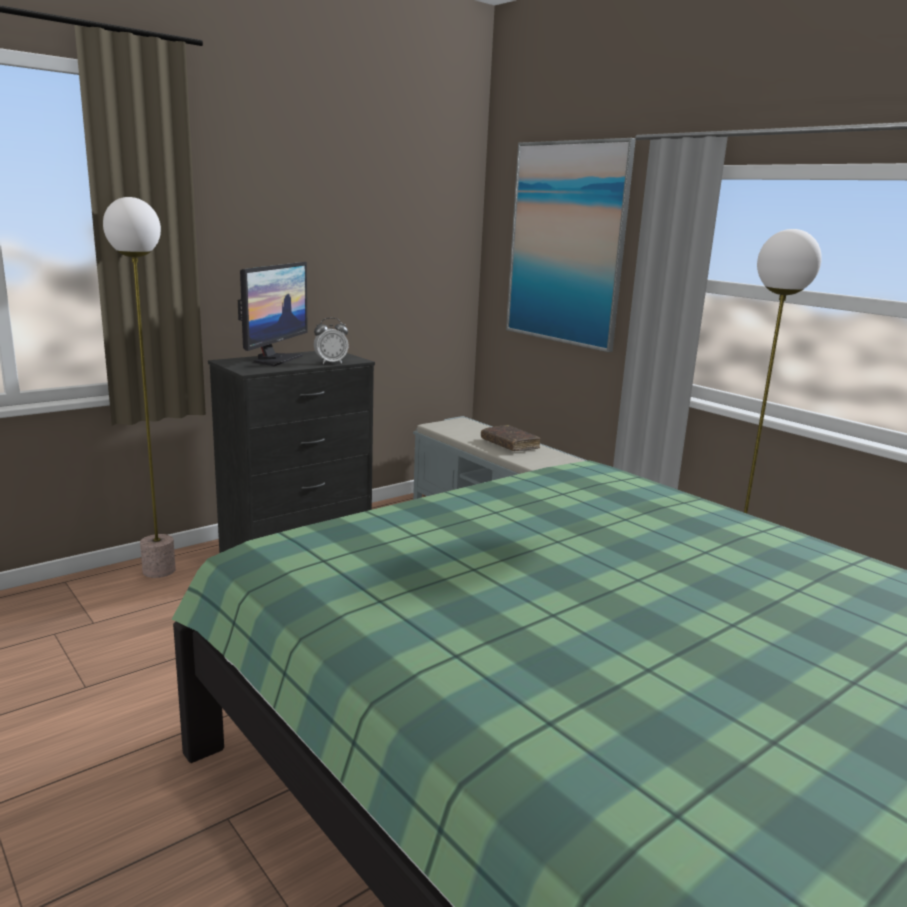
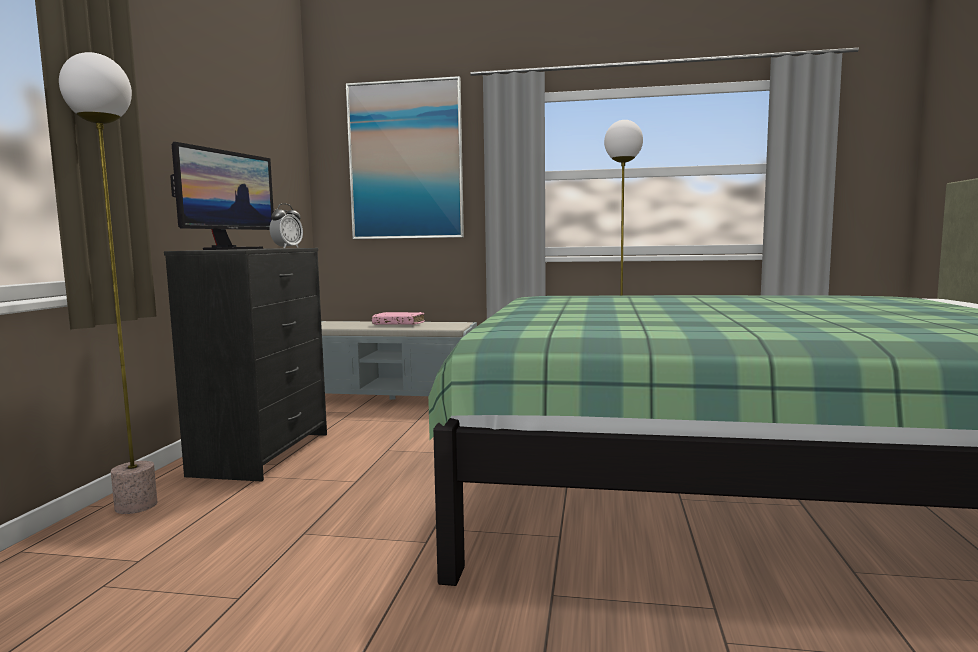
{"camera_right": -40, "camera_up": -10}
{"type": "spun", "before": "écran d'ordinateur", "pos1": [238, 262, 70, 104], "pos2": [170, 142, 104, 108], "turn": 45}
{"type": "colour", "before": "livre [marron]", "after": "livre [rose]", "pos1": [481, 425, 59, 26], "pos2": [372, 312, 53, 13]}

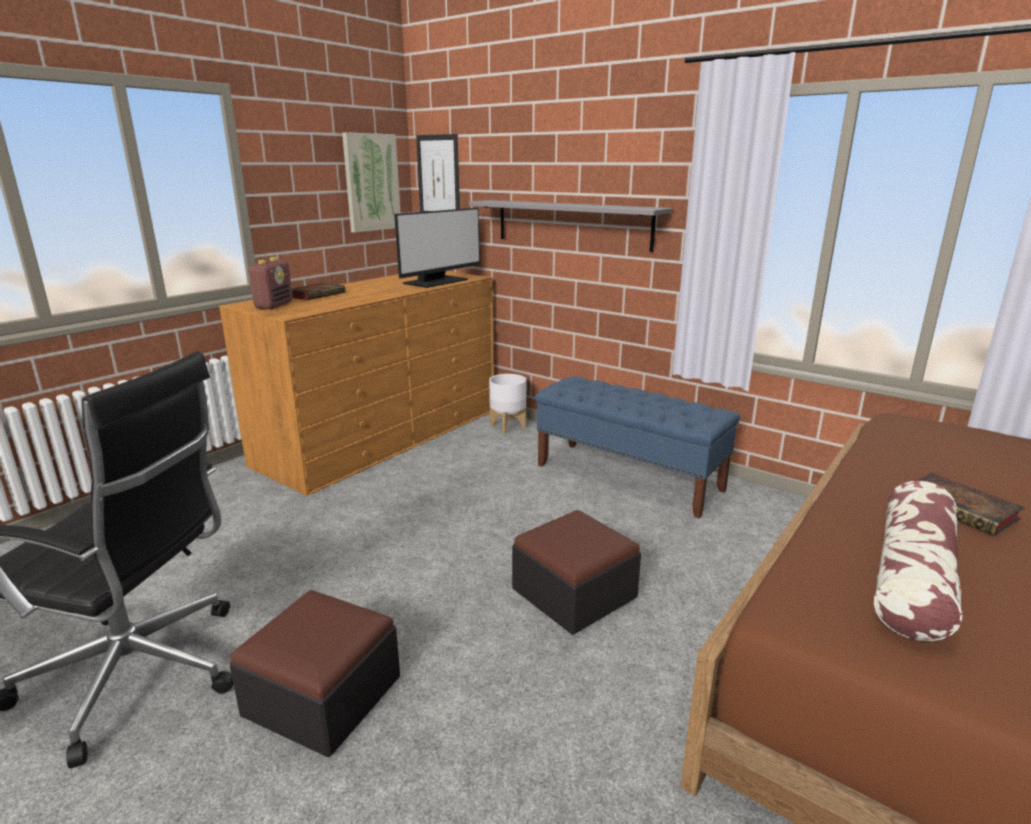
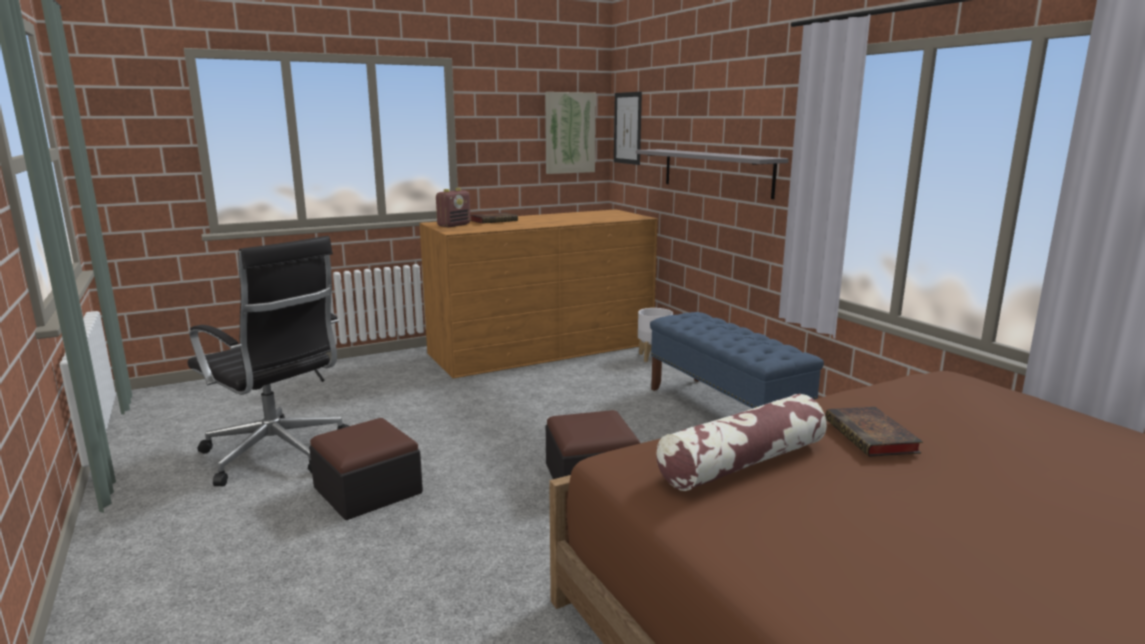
{"camera_right": 25, "camera_up": -5}
{"type": "missing", "before": "écran d'ordinateur", "pos1": [394, 208, 86, 80]}

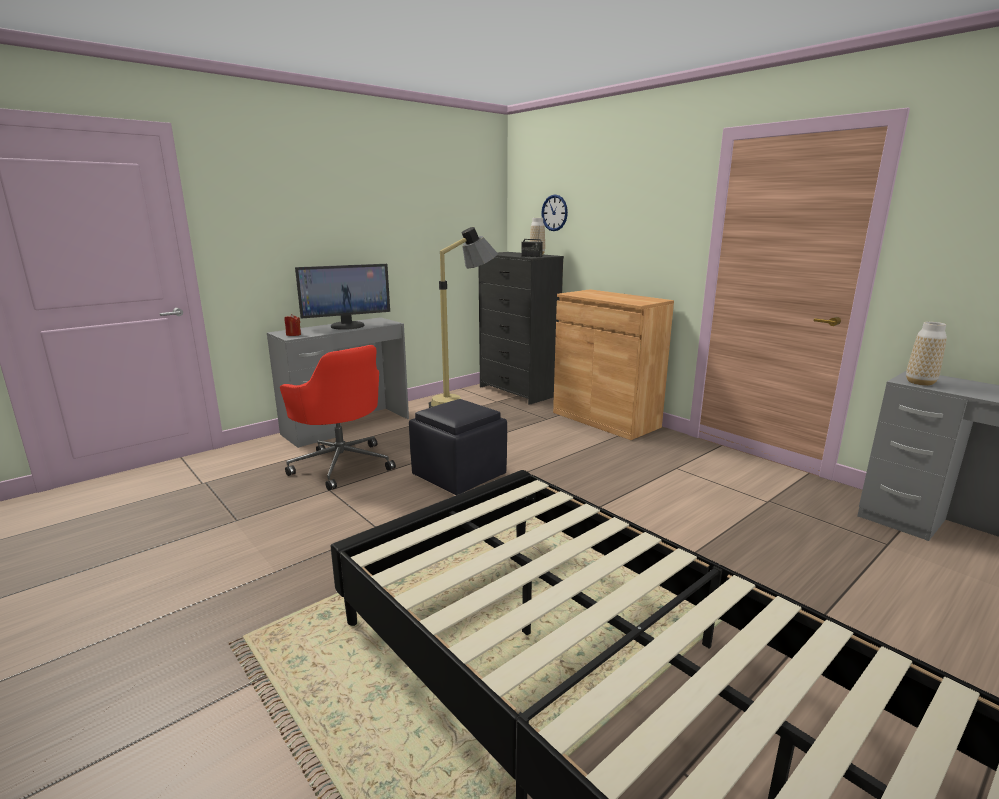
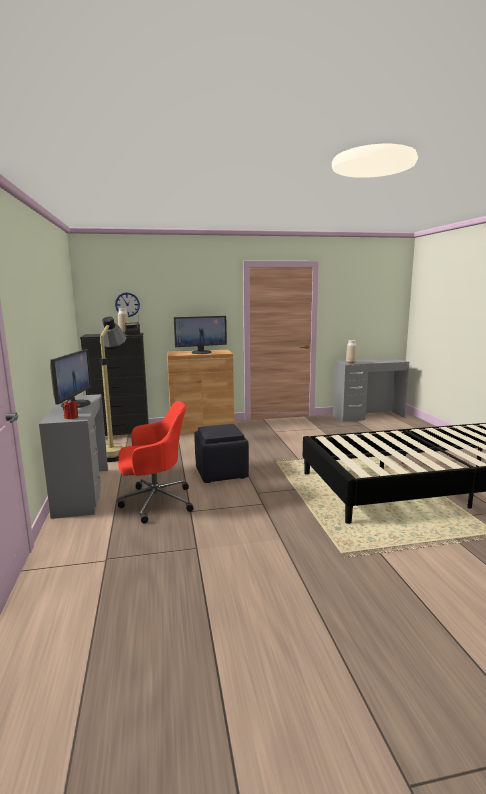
{"camera_right": -60, "camera_up": -5}
{"type": "appeared", "after": "écran d'ordinateur", "pos2": [174, 316, 53, 38]}

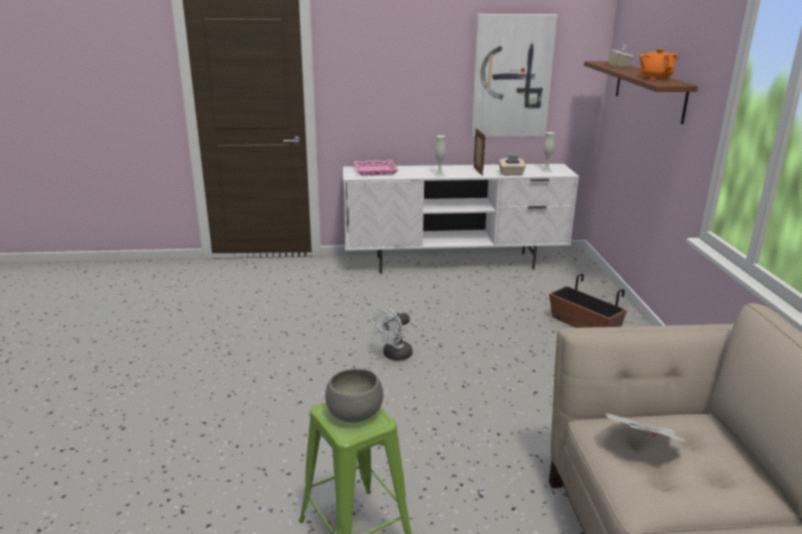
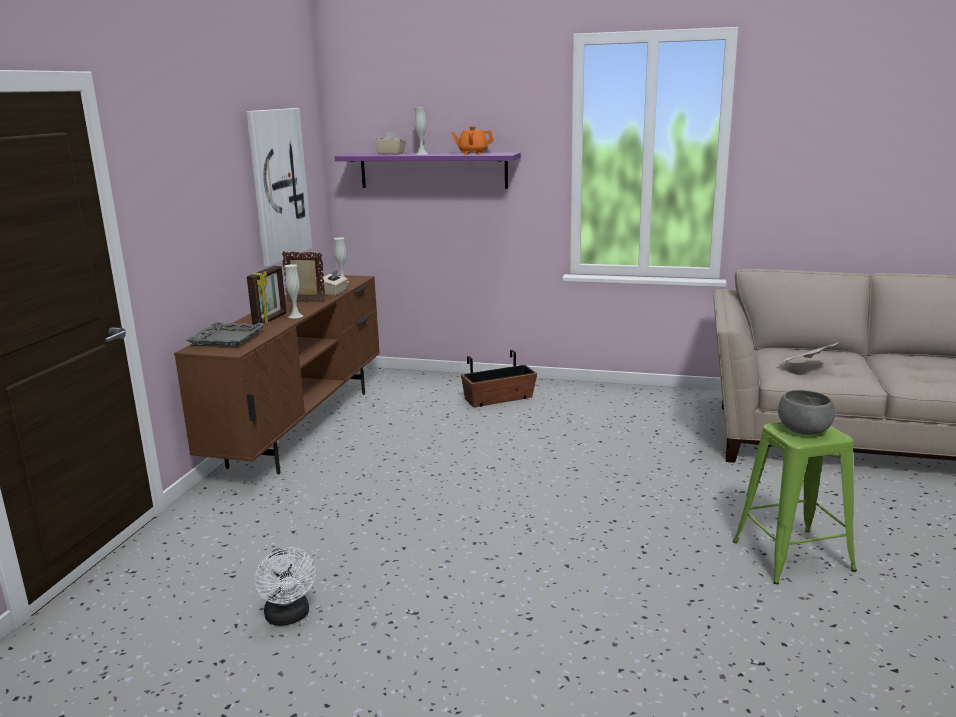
{"camera_right": -70, "camera_up": -5}
{"type": "colour", "before": "étagère [marron]", "after": "étagère [violet]", "pos1": [584, 61, 114, 63], "pos2": [334, 152, 187, 37]}
{"type": "colour", "before": "plateau [rose]", "after": "plateau [gris]", "pos1": [353, 160, 45, 16], "pos2": [186, 322, 79, 25]}
{"type": "colour", "before": "meuble télé [blanc]", "after": "meuble télé [marron]", "pos1": [343, 164, 236, 110], "pos2": [174, 275, 206, 200]}
{"type": "relocated", "before": "ventilateur [blanc]", "pos1": [373, 307, 40, 54], "pos2": [255, 547, 61, 79]}
{"type": "appeared", "after": "vase [blanc]", "pos2": [414, 107, 14, 48]}
{"type": "appeared", "after": "cadre photo", "pos2": [247, 266, 39, 59]}

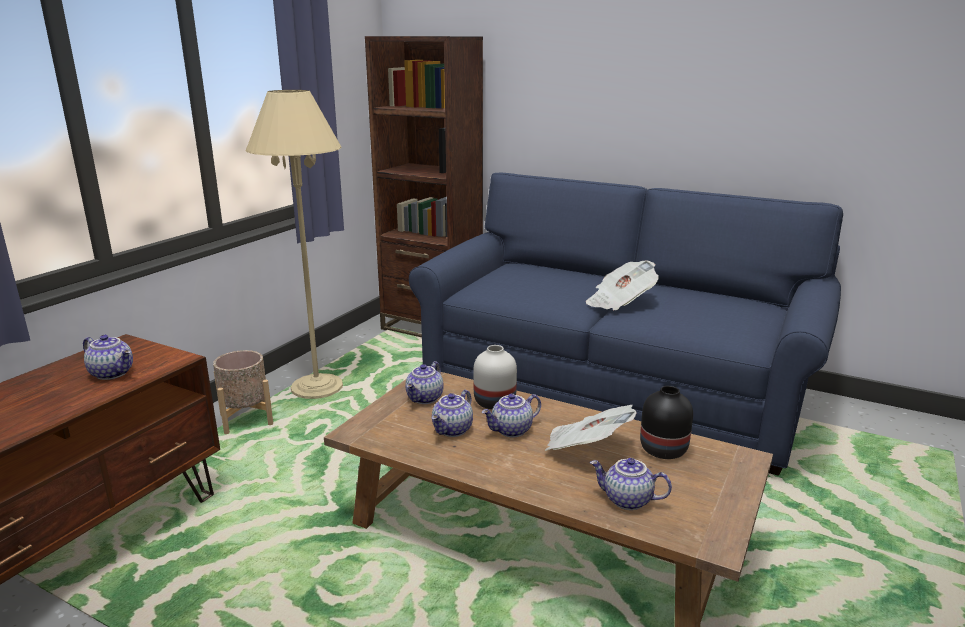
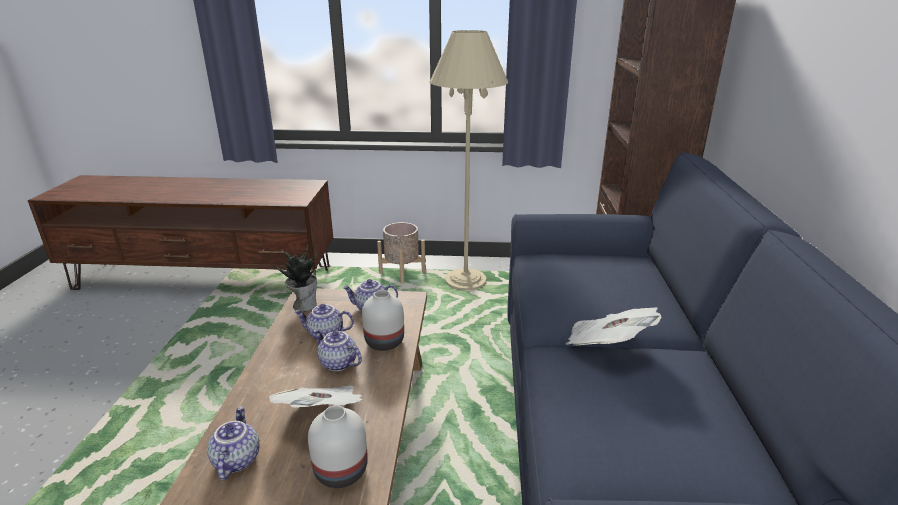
{"camera_right": 65, "camera_up": 5}
{"type": "missing", "before": "théière", "pos1": [83, 335, 50, 45]}
{"type": "colour", "before": "vase [noir]", "after": "vase [blanc]", "pos1": [640, 386, 53, 73], "pos2": [308, 405, 60, 83]}
{"type": "appeared", "after": "plante en pot", "pos2": [272, 244, 45, 67]}

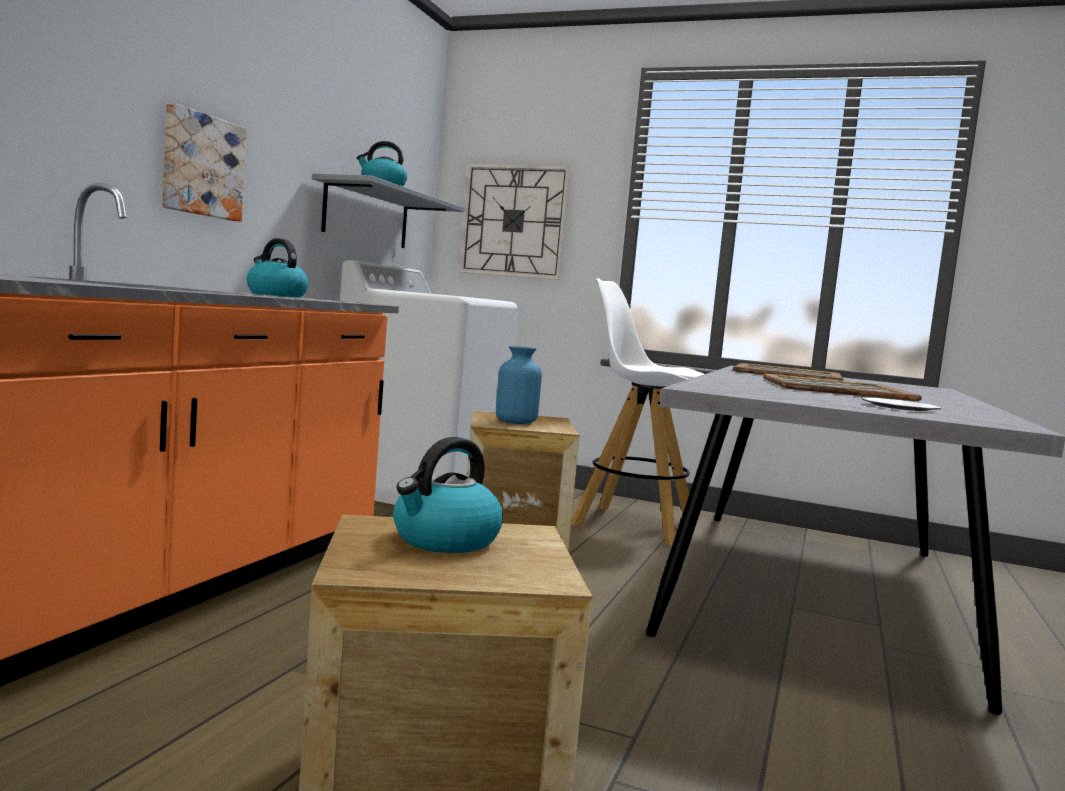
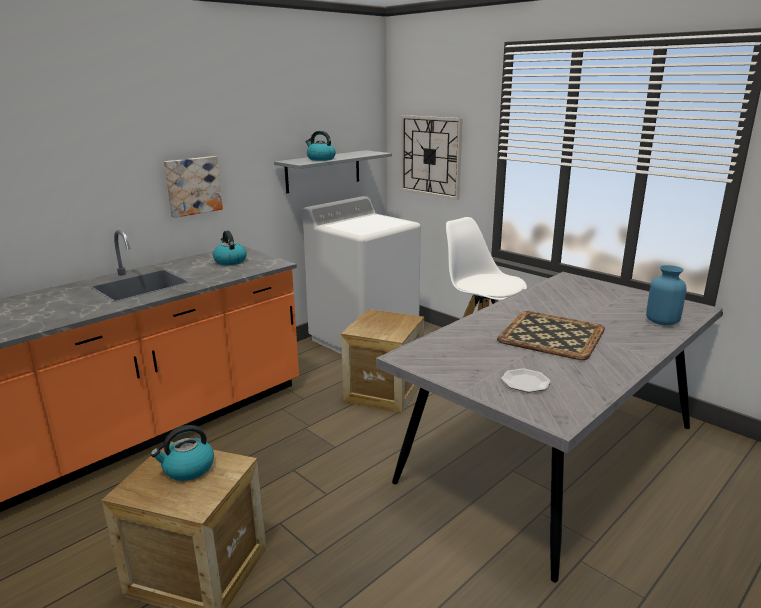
{"camera_right": 25, "camera_up": 15}
{"type": "relocated", "before": "vase [bleu]", "pos1": [496, 346, 46, 78], "pos2": [646, 265, 41, 60]}
{"type": "missing", "before": "plateau", "pos1": [733, 363, 111, 18]}

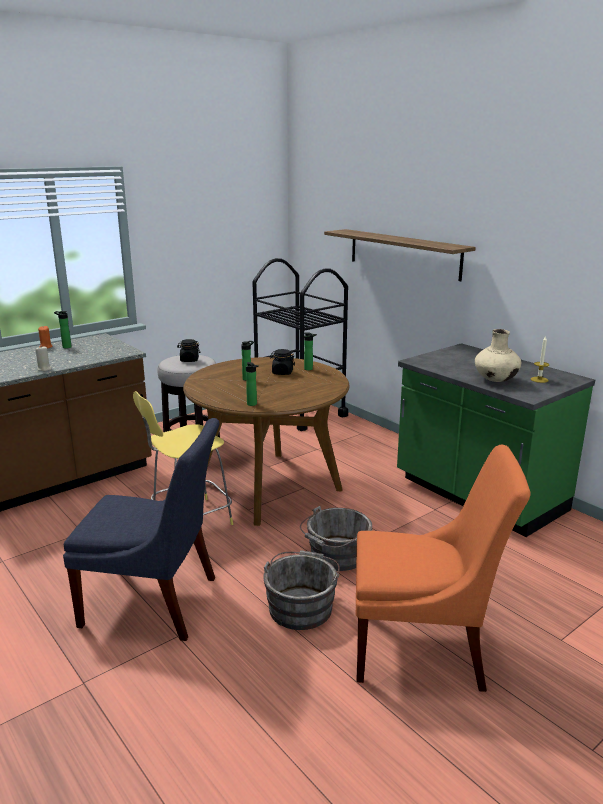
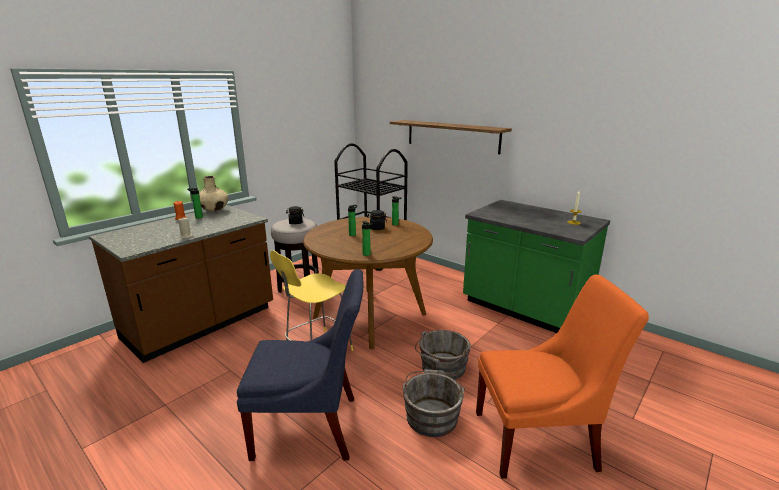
{"camera_right": -10, "camera_up": 0}
{"type": "relocated", "before": "vase [beige]", "pos1": [475, 329, 46, 53], "pos2": [199, 176, 30, 36]}

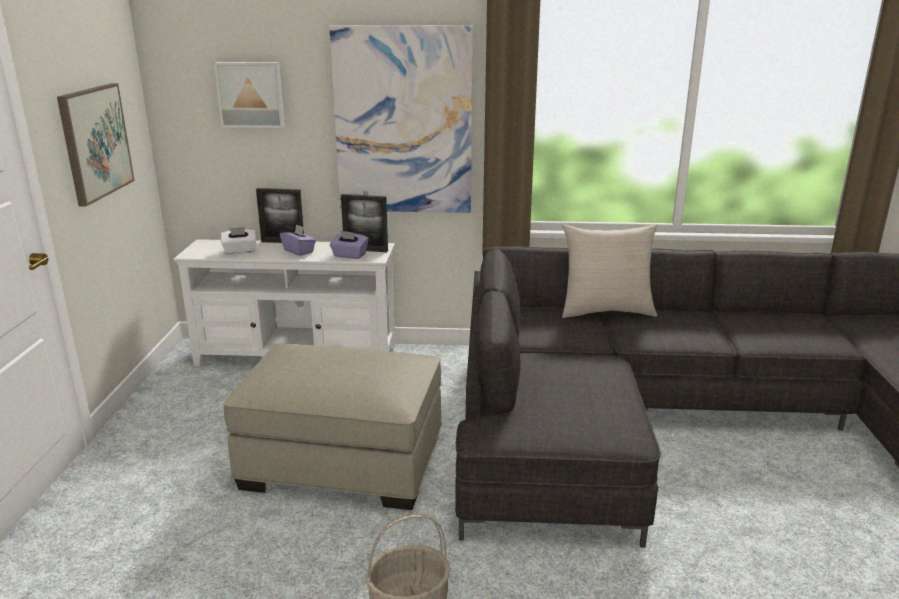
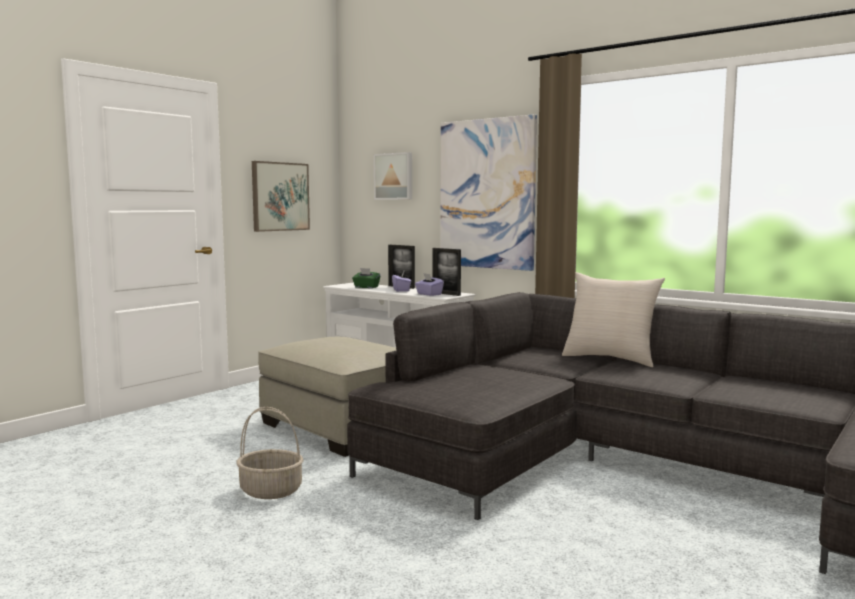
{"camera_right": 35, "camera_up": -15}
{"type": "colour", "before": "boîte à mouchoirs [blanc]", "after": "boîte à mouchoirs [vert]", "pos1": [221, 227, 35, 27], "pos2": [352, 268, 29, 20]}

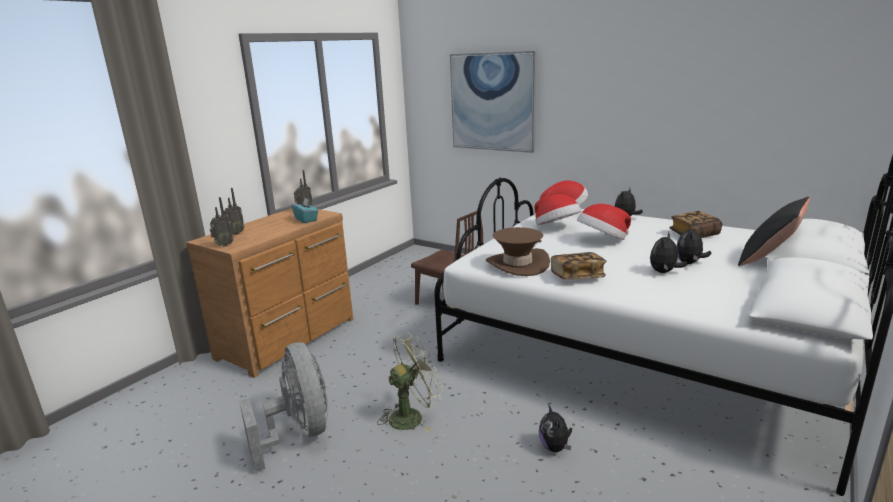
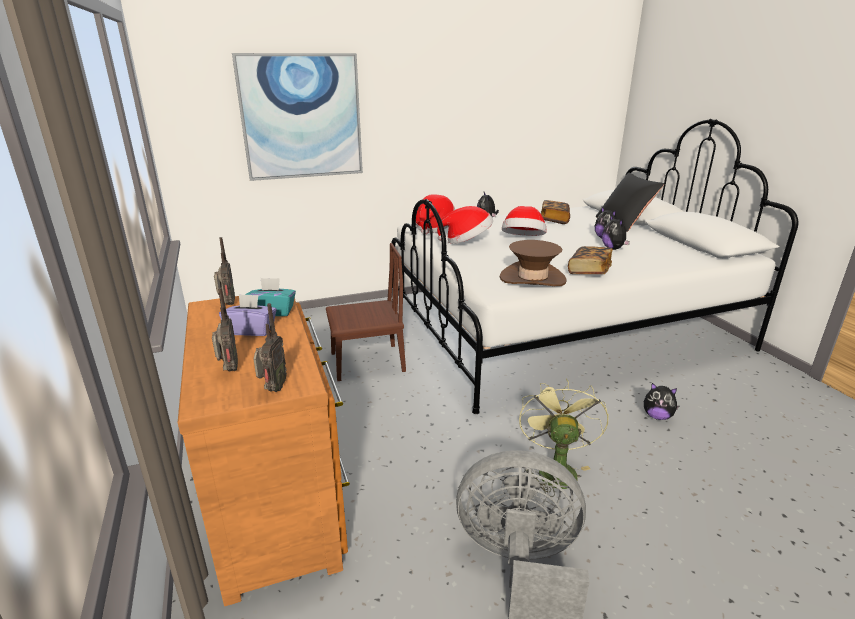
{"camera_right": -55, "camera_up": 5}
{"type": "appeared", "after": "boîte à mouchoirs [violet]", "pos2": [219, 294, 58, 42]}

